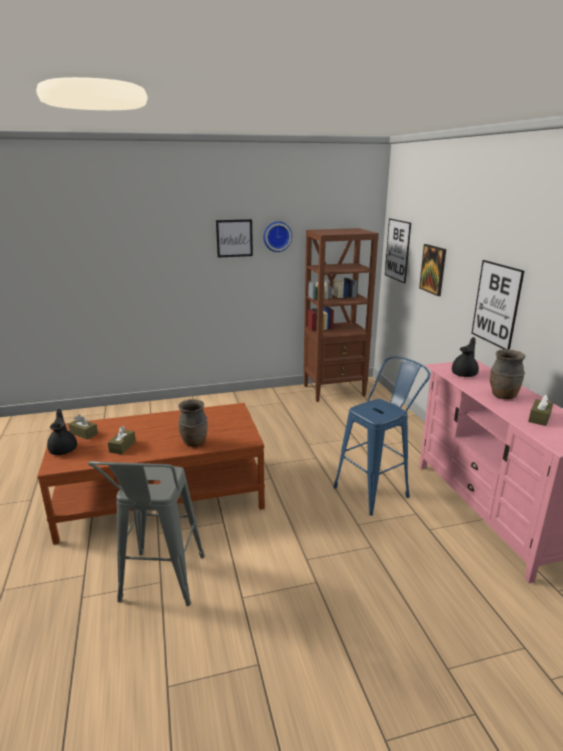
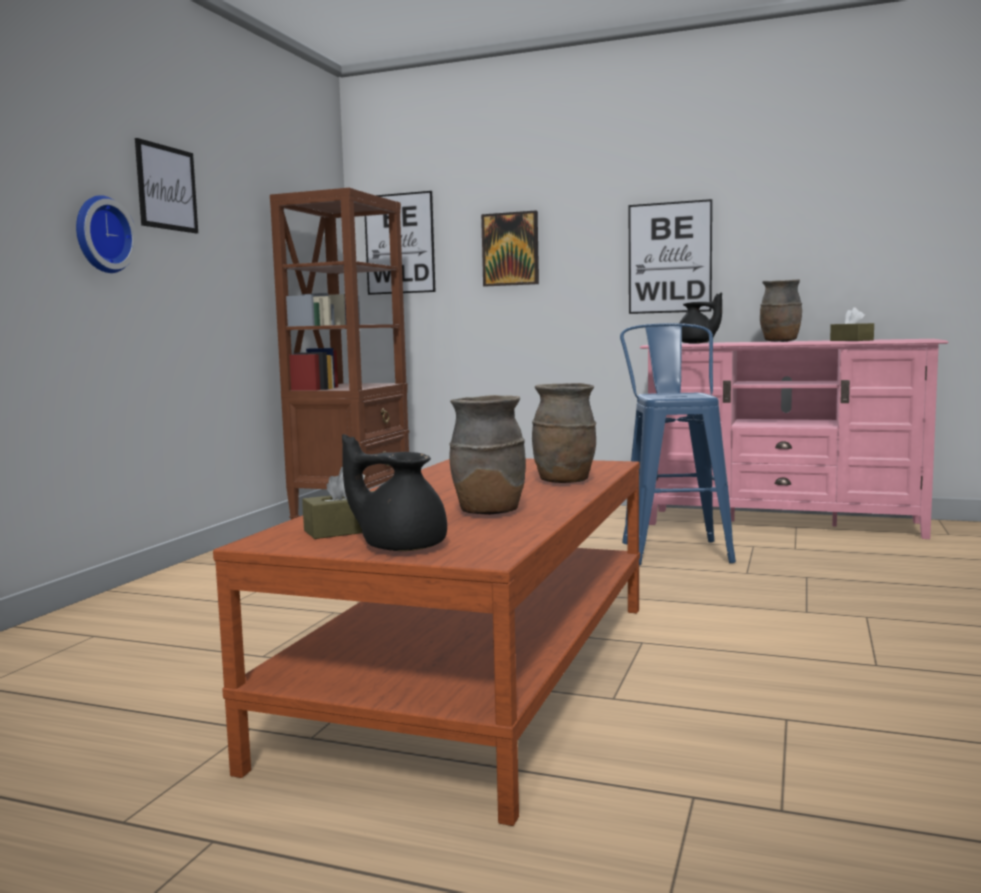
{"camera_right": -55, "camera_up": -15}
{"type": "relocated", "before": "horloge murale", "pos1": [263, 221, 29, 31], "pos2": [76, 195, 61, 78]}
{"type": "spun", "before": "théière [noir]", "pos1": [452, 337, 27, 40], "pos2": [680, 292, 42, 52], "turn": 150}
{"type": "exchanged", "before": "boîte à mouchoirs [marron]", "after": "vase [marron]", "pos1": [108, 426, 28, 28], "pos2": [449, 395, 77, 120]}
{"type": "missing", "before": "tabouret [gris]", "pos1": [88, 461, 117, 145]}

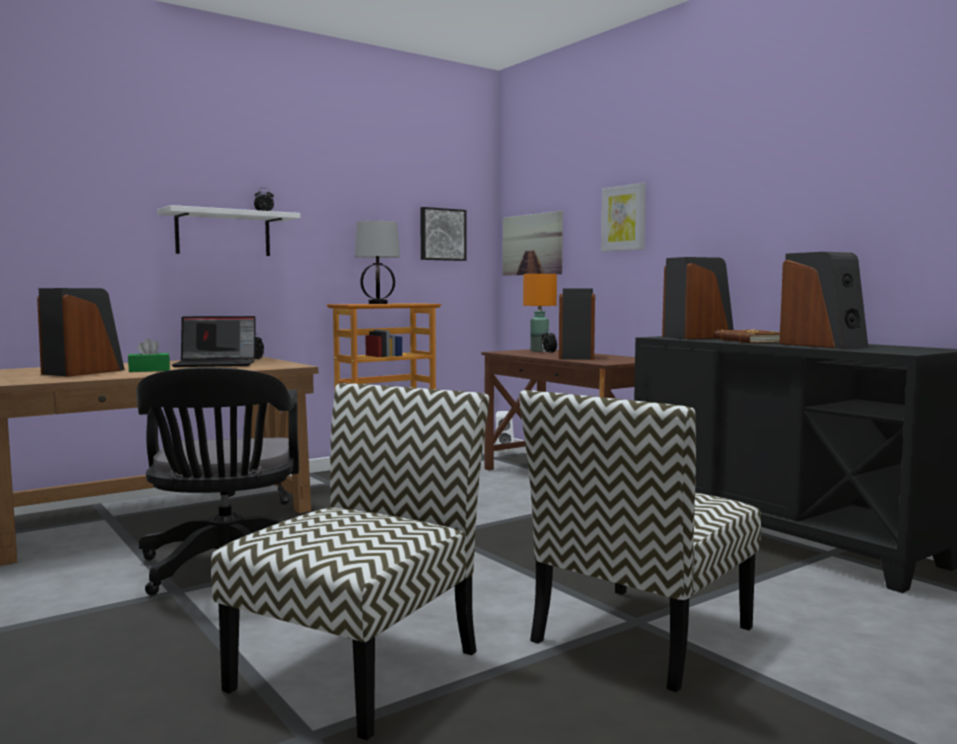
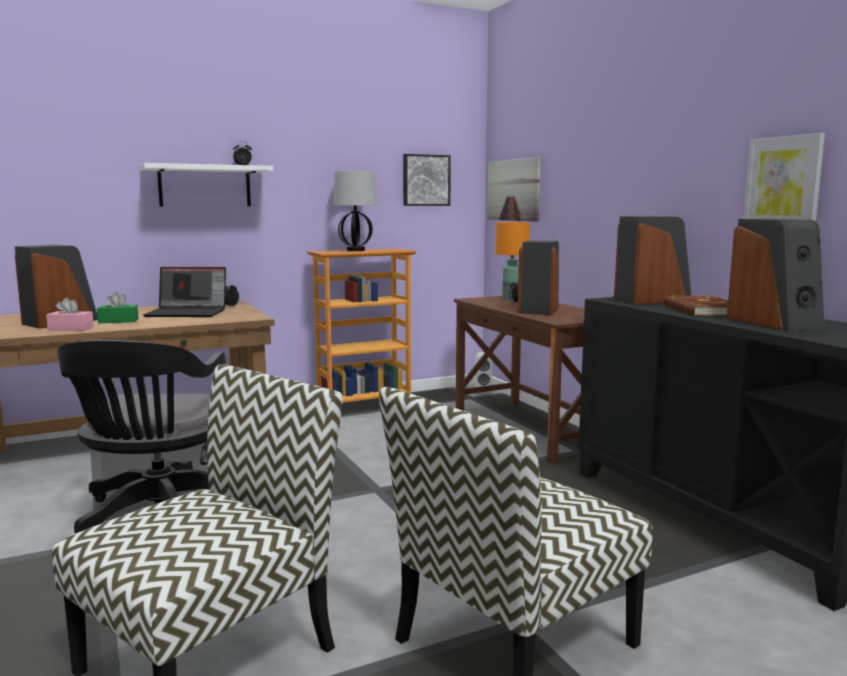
{"camera_right": 10, "camera_up": 5}
{"type": "relocated", "before": "tableau", "pos1": [601, 183, 45, 69], "pos2": [743, 133, 82, 88]}
{"type": "appeared", "after": "boîte à mouchoirs [rose]", "pos2": [46, 298, 48, 33]}

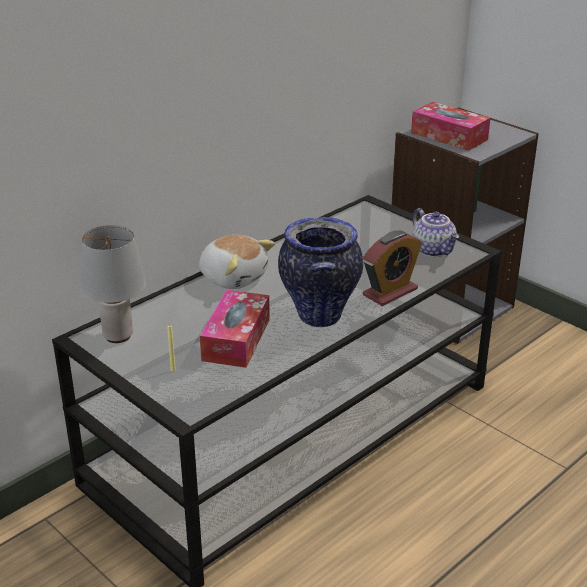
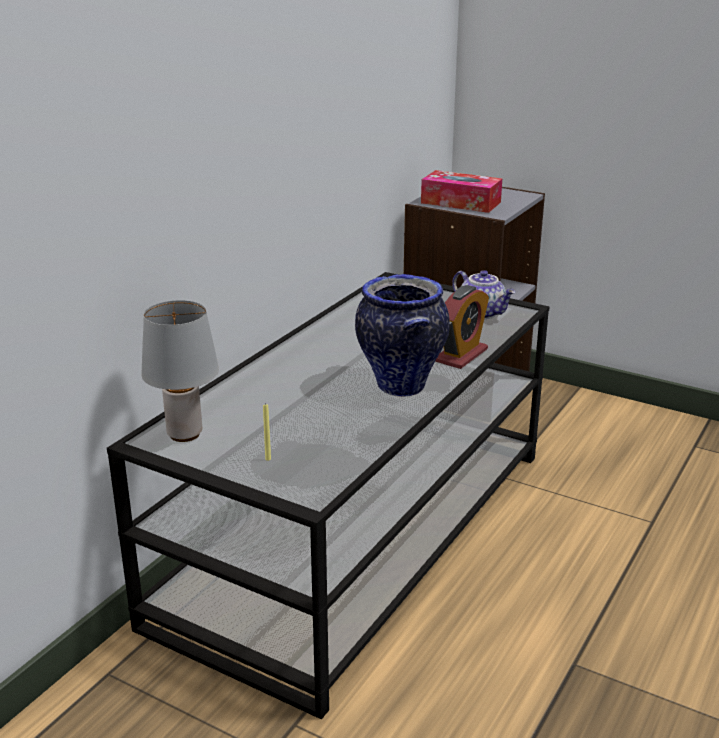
{"camera_right": -15, "camera_up": -5}
{"type": "missing", "before": "peluche", "pos1": [199, 235, 76, 54]}
{"type": "missing", "before": "boîte à mouchoirs", "pos1": [200, 290, 70, 78]}

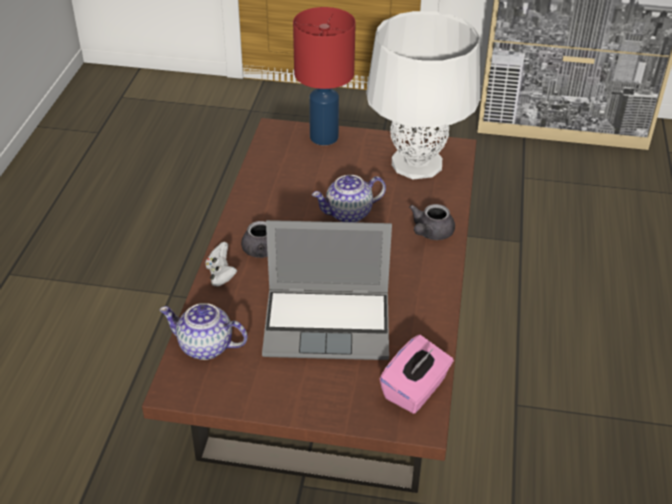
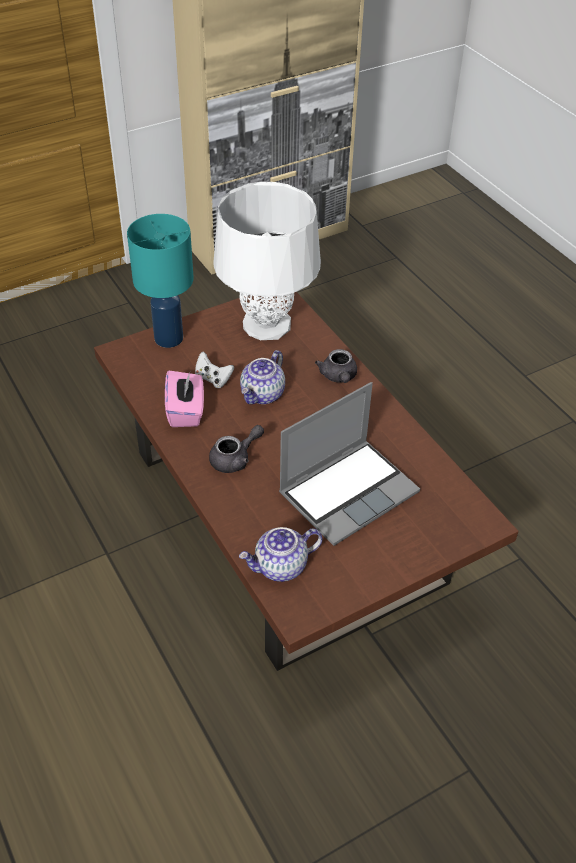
{"camera_right": -40, "camera_up": 5}
{"type": "colour", "before": "lampe de table [rouge]", "after": "lampe de table [turquoise]", "pos1": [293, 7, 63, 138], "pos2": [127, 214, 67, 134]}
{"type": "relocated", "before": "manette [blanc]", "pos1": [205, 242, 32, 45], "pos2": [195, 352, 39, 36]}
{"type": "relocated", "before": "boîte à mouchoirs [rose]", "pos1": [379, 335, 75, 79], "pos2": [165, 371, 39, 56]}

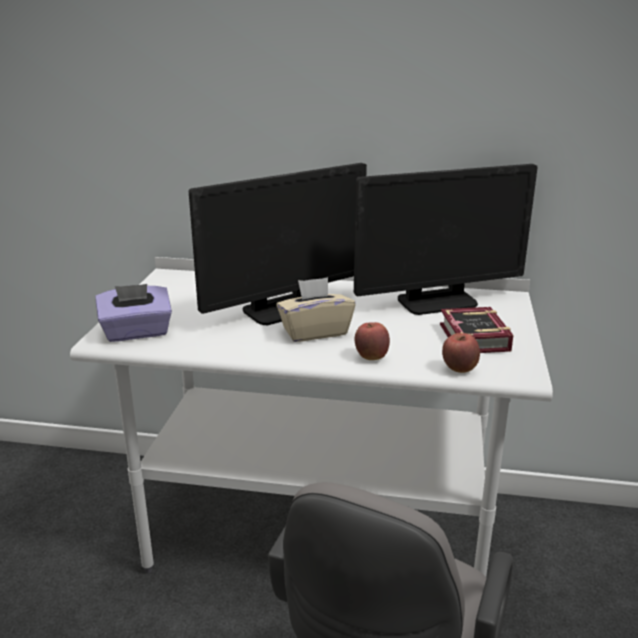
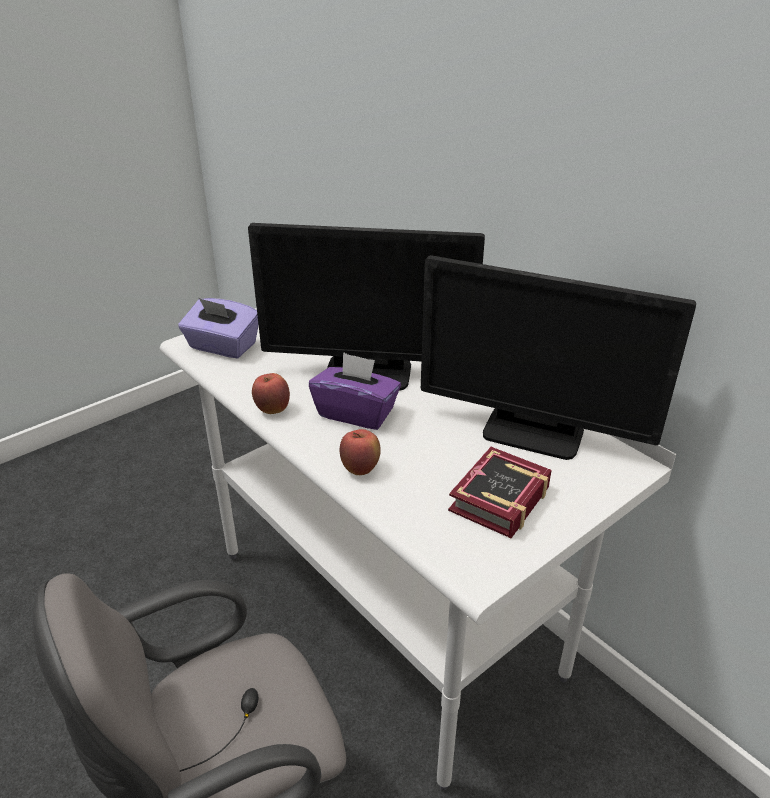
{"camera_right": 40, "camera_up": 10}
{"type": "colour", "before": "boîte à mouchoirs [beige]", "after": "boîte à mouchoirs [violet]", "pos1": [276, 277, 80, 65], "pos2": [309, 352, 92, 78]}
{"type": "relocated", "before": "pomme", "pos1": [442, 333, 38, 40], "pos2": [252, 373, 38, 41]}

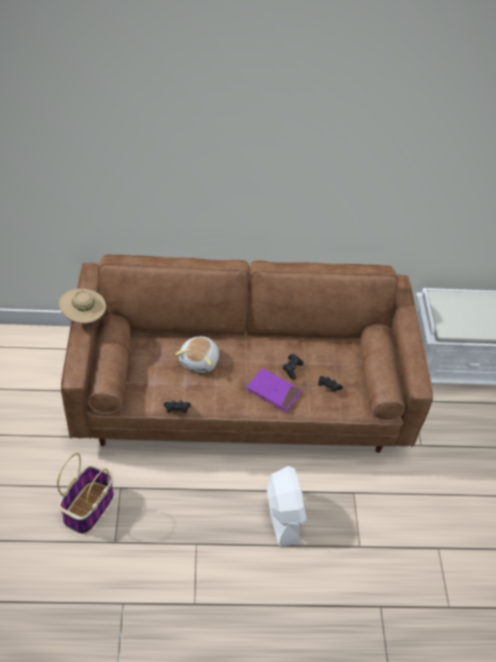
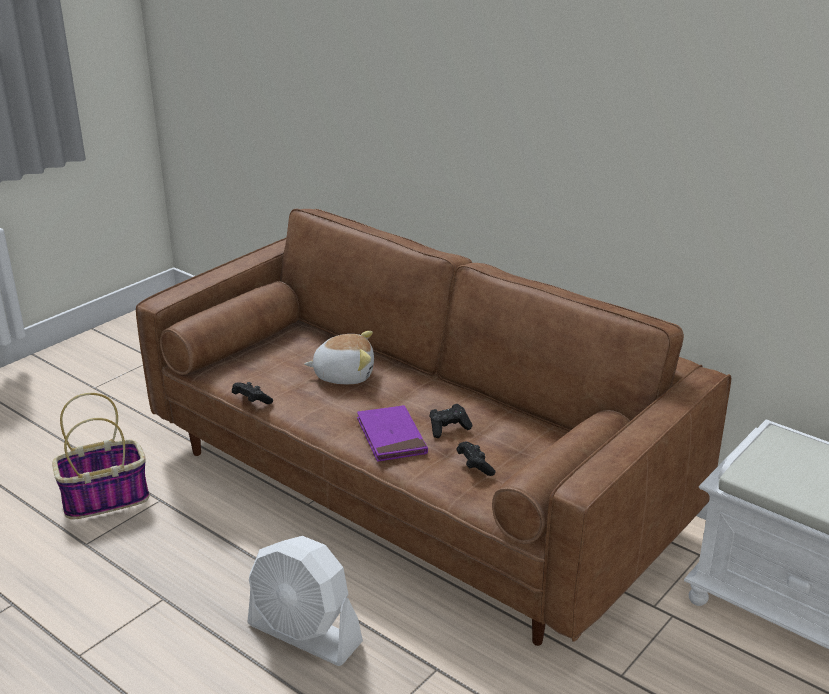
{"camera_right": 45, "camera_up": -20}
{"type": "missing", "before": "chapeau [beige]", "pos1": [59, 289, 47, 35]}
{"type": "spun", "before": "peluche", "pos1": [175, 336, 44, 37], "pos2": [304, 331, 70, 53], "turn": -150}
{"type": "spun", "before": "ventilateur [blanc]", "pos1": [267, 466, 40, 80], "pos2": [247, 536, 116, 130], "turn": 90}

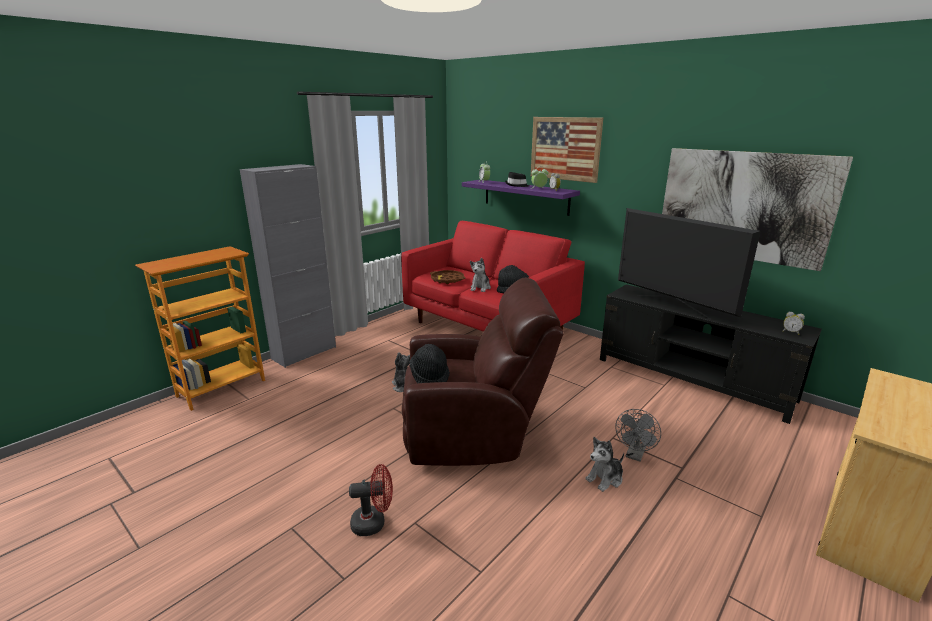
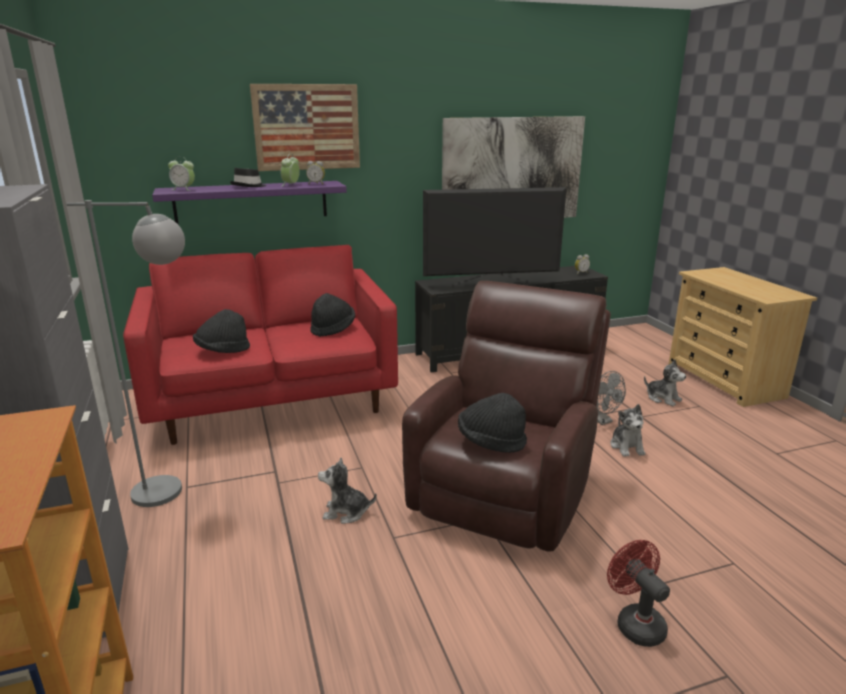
{"camera_right": -60, "camera_up": 0}
{"type": "relocated", "before": "peluche", "pos1": [470, 258, 21, 34], "pos2": [644, 359, 42, 47]}
{"type": "exchanged", "before": "plateau [marron]", "after": "chapeau [noir]", "pos1": [430, 270, 36, 14], "pos2": [193, 309, 57, 44]}
{"type": "spun", "before": "ventilateur [rouge]", "pos1": [349, 464, 44, 72], "pos2": [607, 540, 63, 107], "turn": -45}
{"type": "appeared", "after": "lampadaire [gris]", "pos2": [66, 200, 119, 307]}

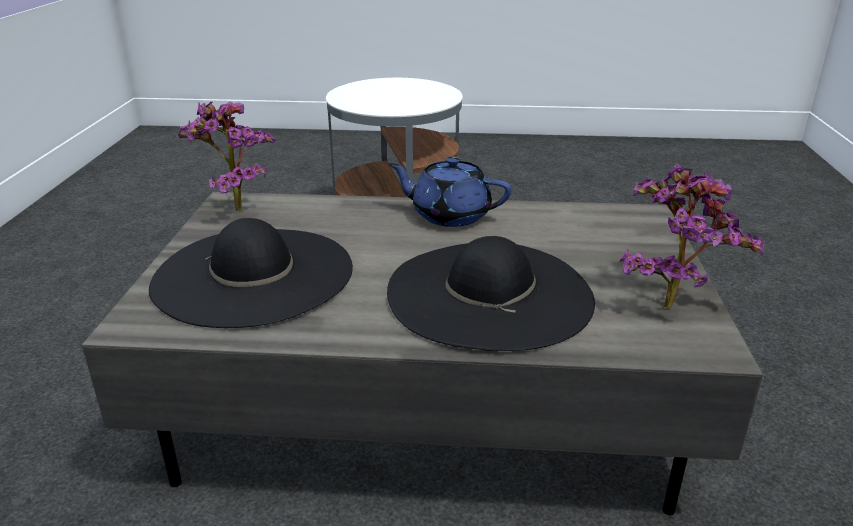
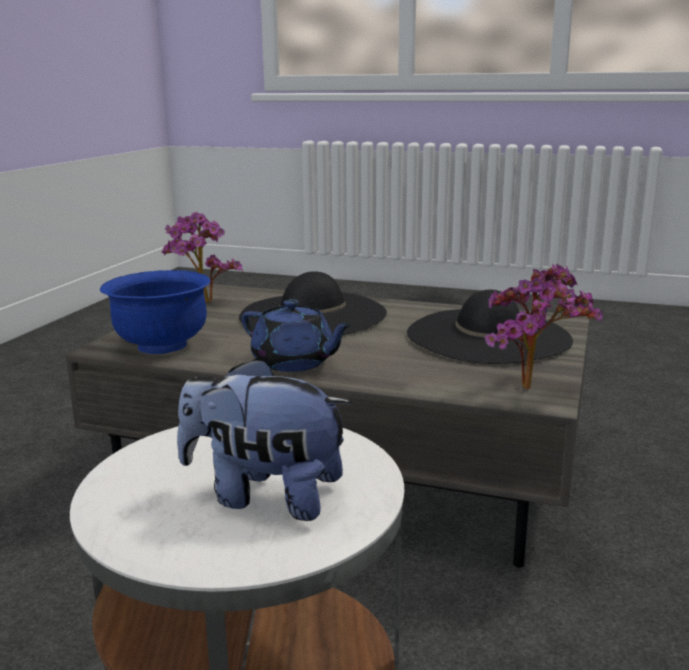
{"camera_right": -165, "camera_up": -10}
{"type": "appeared", "after": "bol [bleu]", "pos2": [100, 270, 111, 84]}
{"type": "appeared", "after": "peluche", "pos2": [177, 357, 175, 164]}

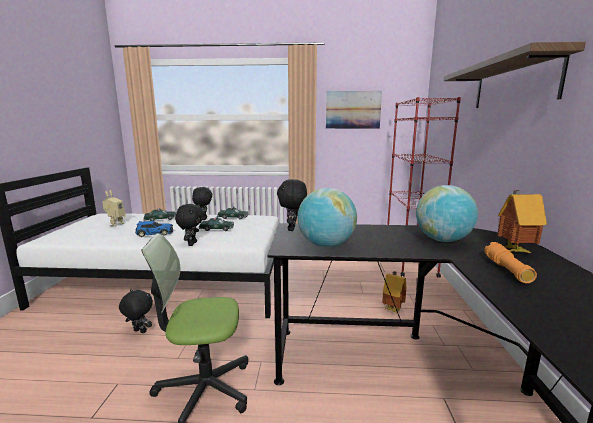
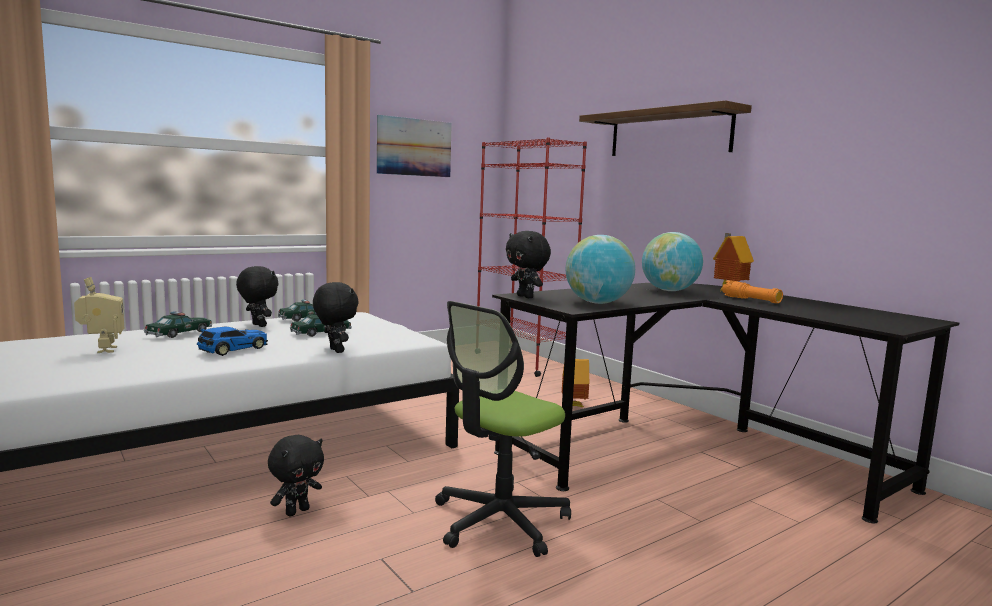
{"camera_right": -40, "camera_up": -5}
{"type": "spun", "before": "peluche [noir]", "pos1": [119, 289, 34, 44], "pos2": [268, 435, 56, 81], "turn": 150}

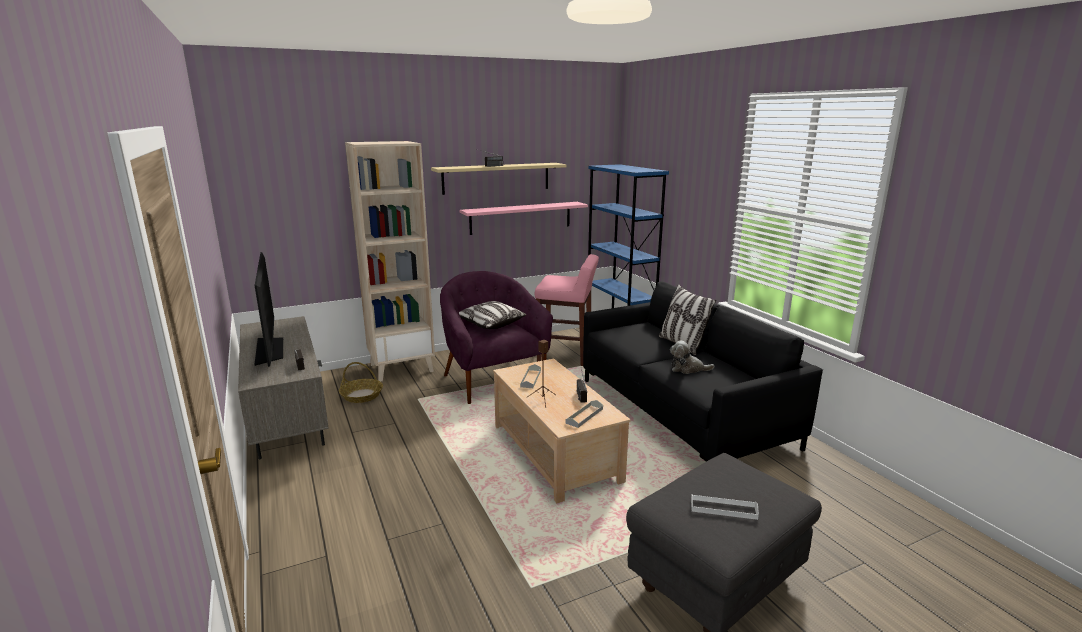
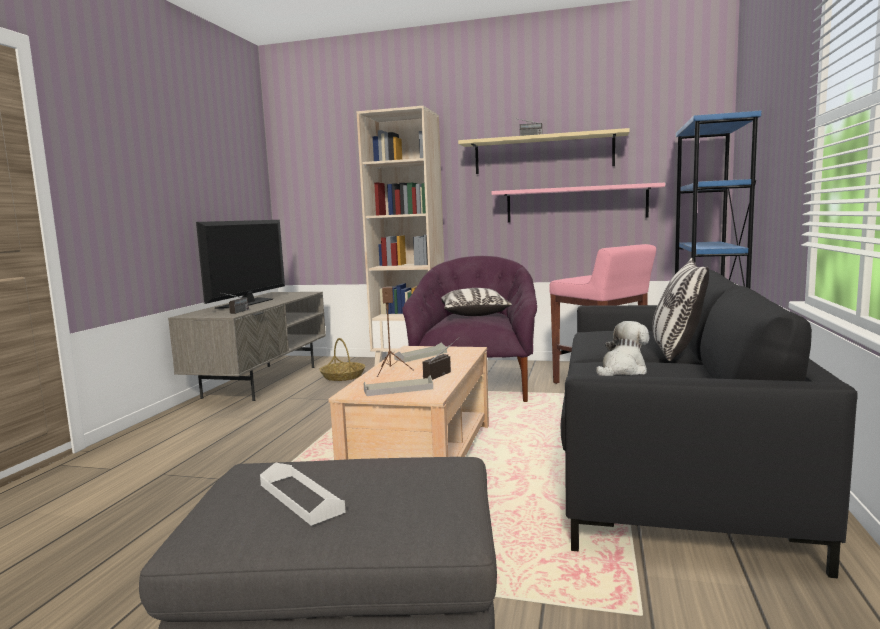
{"camera_right": 40, "camera_up": -10}
{"type": "spun", "before": "peluche", "pos1": [670, 341, 44, 33], "pos2": [596, 321, 53, 55], "turn": 90}

